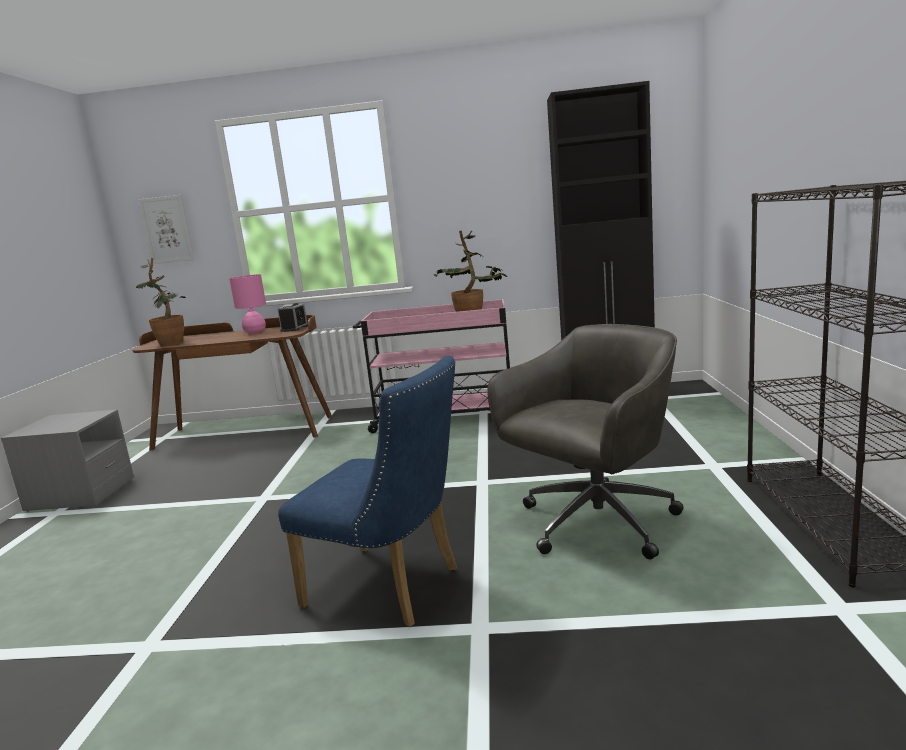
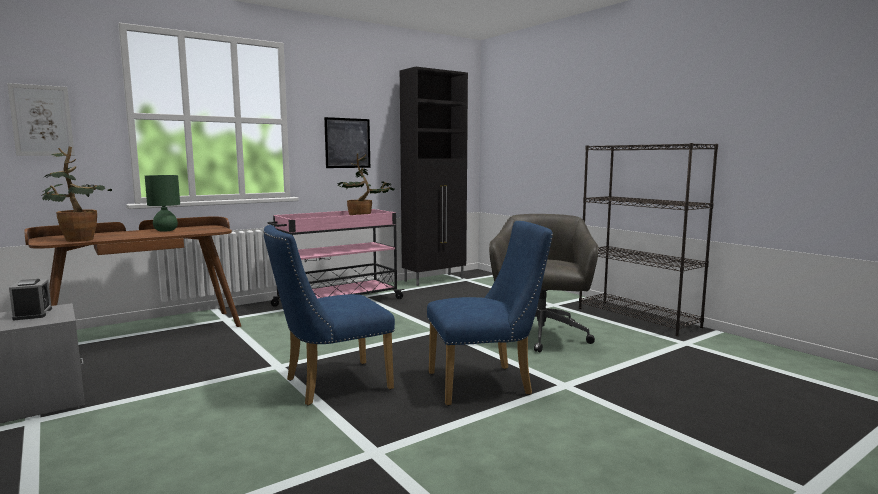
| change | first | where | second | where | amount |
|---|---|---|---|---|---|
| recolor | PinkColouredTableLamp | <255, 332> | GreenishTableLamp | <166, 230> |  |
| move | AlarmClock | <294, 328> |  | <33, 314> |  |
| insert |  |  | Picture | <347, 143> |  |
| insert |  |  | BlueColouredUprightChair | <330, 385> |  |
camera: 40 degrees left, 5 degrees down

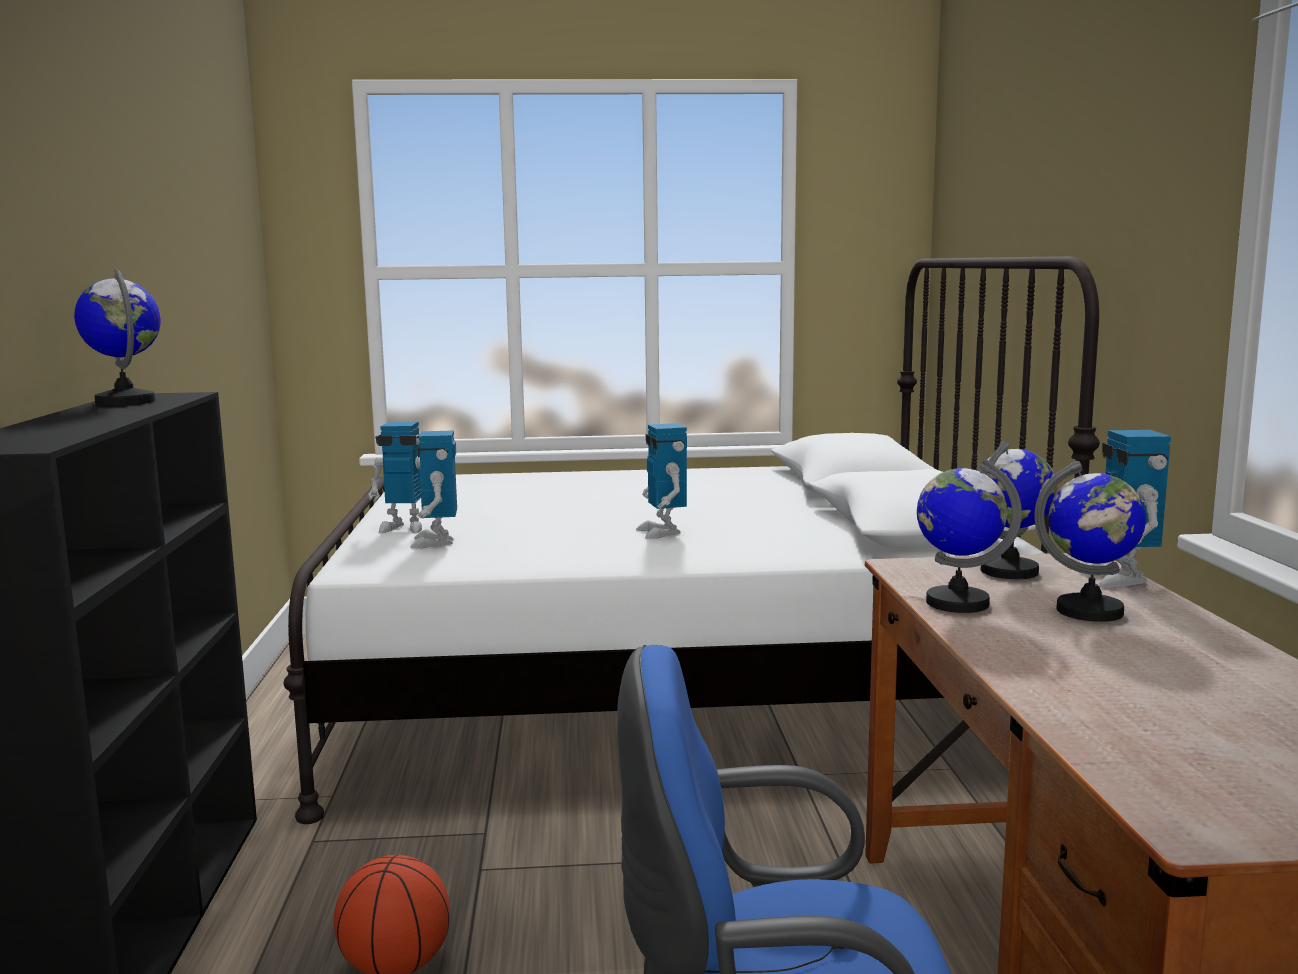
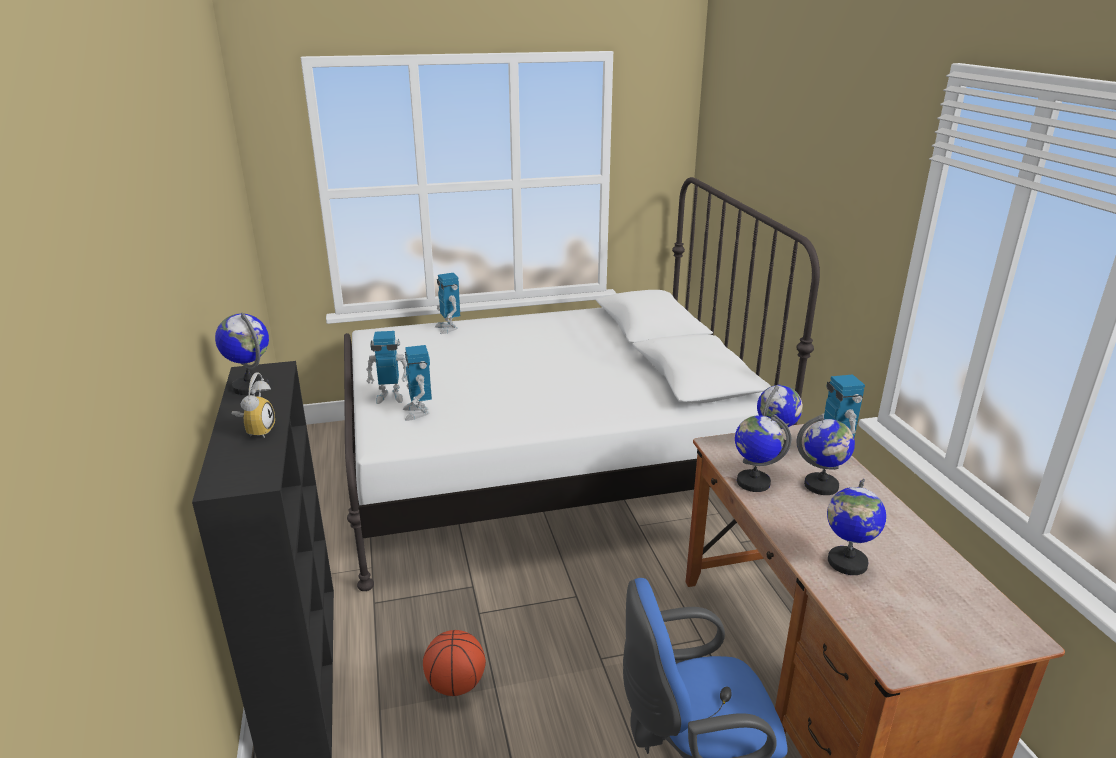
| change | first | where | second | where | amount |
|---|---|---|---|---|---|
| move | ModelRobot | <662, 532> |  | <448, 328> |  |
| insert |  |  | AlarmClock | <257, 430> |  |
| insert |  |  | WorldGlobe | <846, 562> |  |
camera: 10 degrees left, 15 degrees up

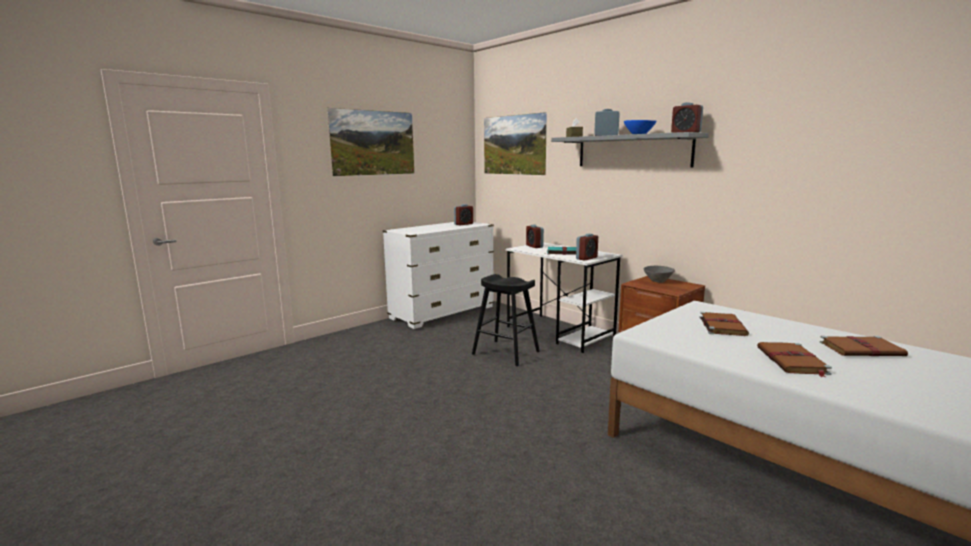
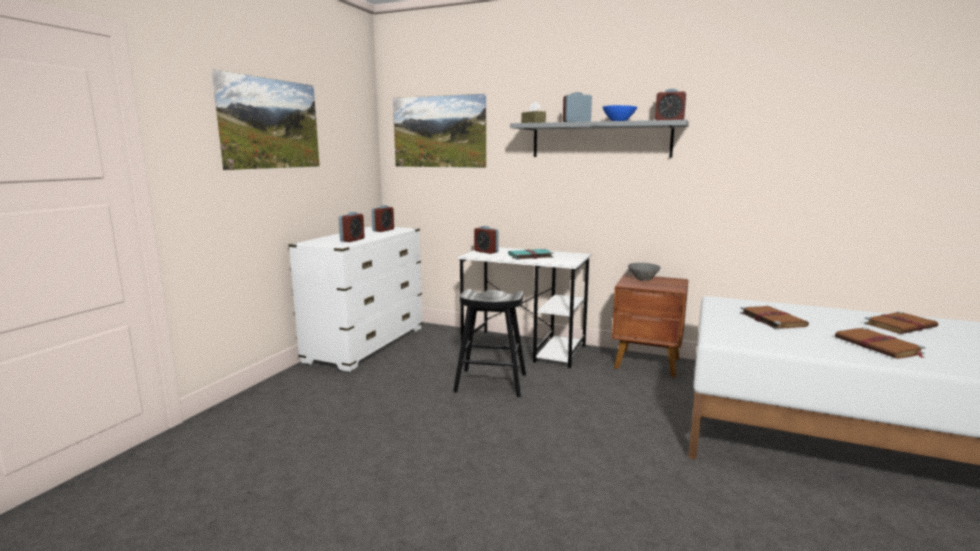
| change | first | where | second | where | amount |
|---|---|---|---|---|---|
| move | AlarmClock | <586, 258> |  | <352, 240> |  |
camera: 25 degrees left, 0 degrees up

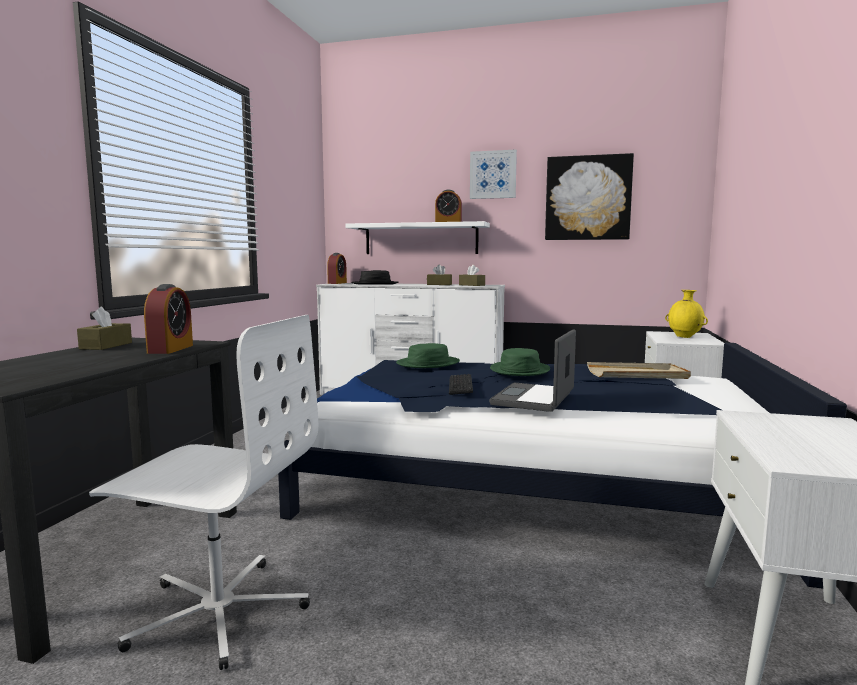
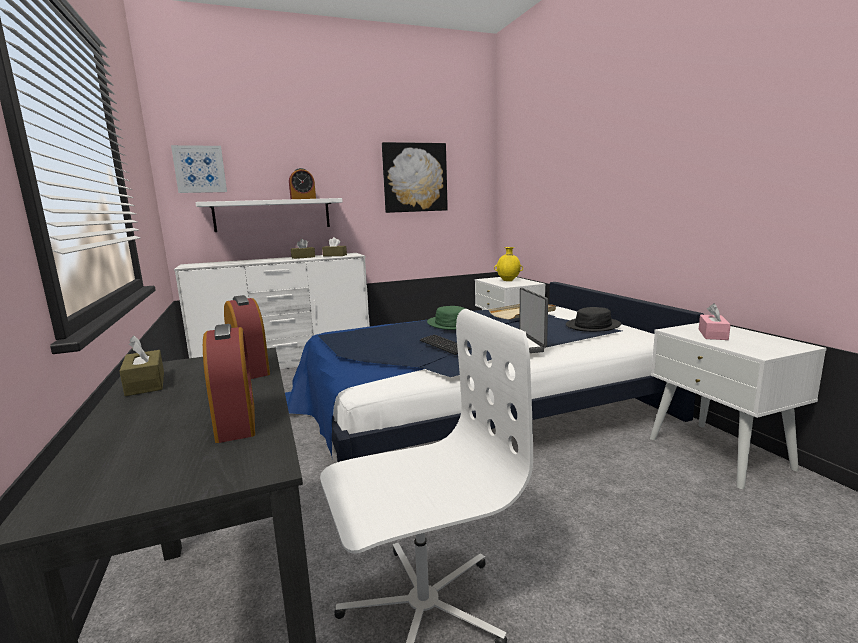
| change | first | where | second | where | amount |
|---|---|---|---|---|---|
| move | Picture | <493, 174> |  | <200, 169> |  |
| move | AlarmClock | <337, 283> |  | <236, 422> |  |
| move | BlackColouredClothingHat | <375, 284> |  | <593, 326> |  |
| delete | GreenishClothingHat | <428, 363> |  |  |  |
| insert |  |  | PinkColouredTissueHolder | <712, 334> |  |
camera: 35 degrees left, 5 degrees up

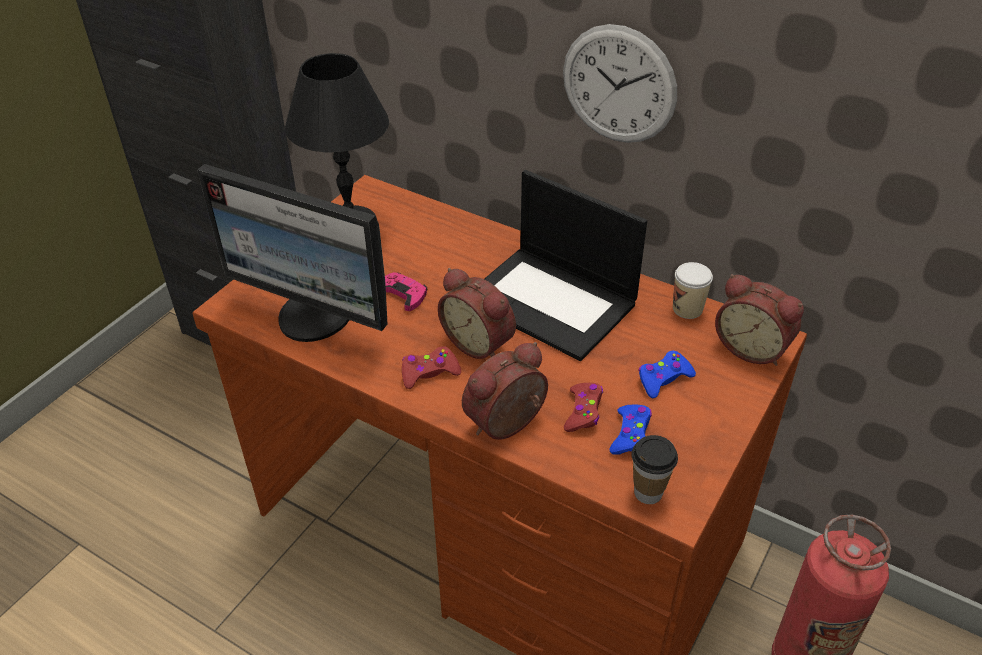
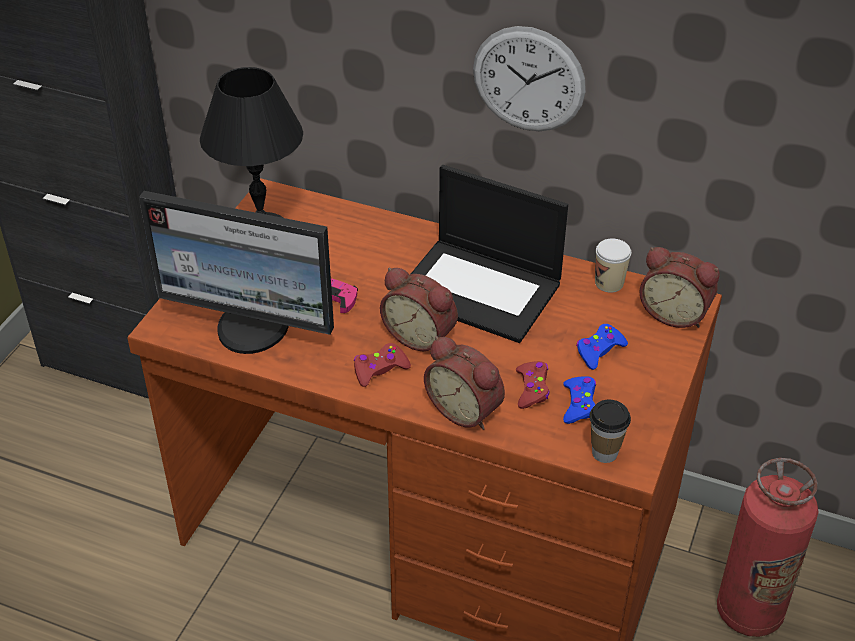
| change | first | where | second | where | amount |
|---|---|---|---|---|---|
| rotate | AlarmClock | <508, 425> |  | <466, 409> | 90 degrees counterclockwise |
camera: 10 degrees left, 0 degrees up

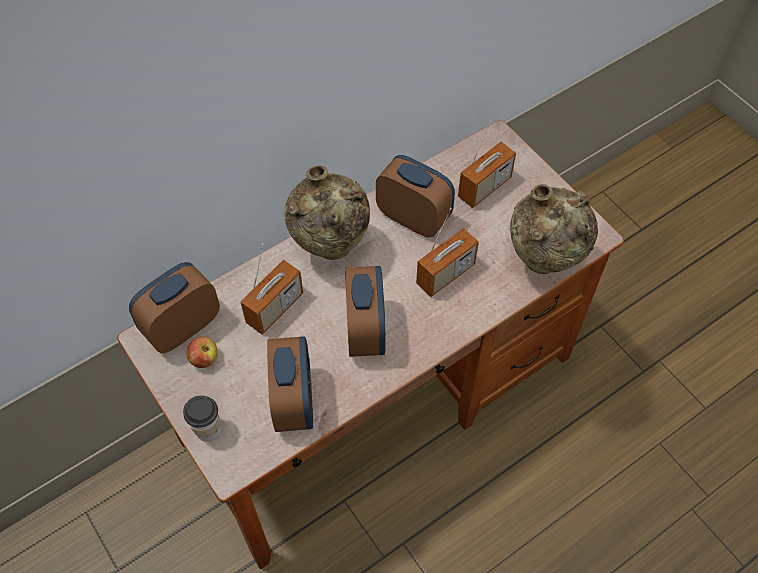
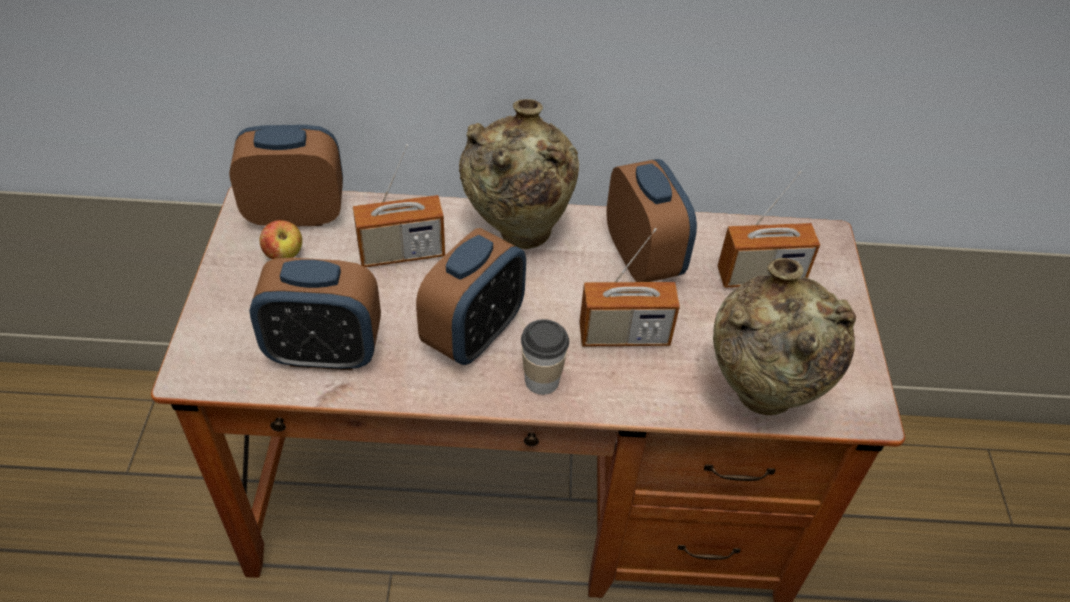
| change | first | where | second | where | amount |
|---|---|---|---|---|---|
| rotate | AlarmClock | <294, 401> |  | <324, 352> | 60 degrees clockwise |
| move | SmallCup | <208, 430> |  | <542, 380> |  |
camera: 35 degrees right, 10 degrees down

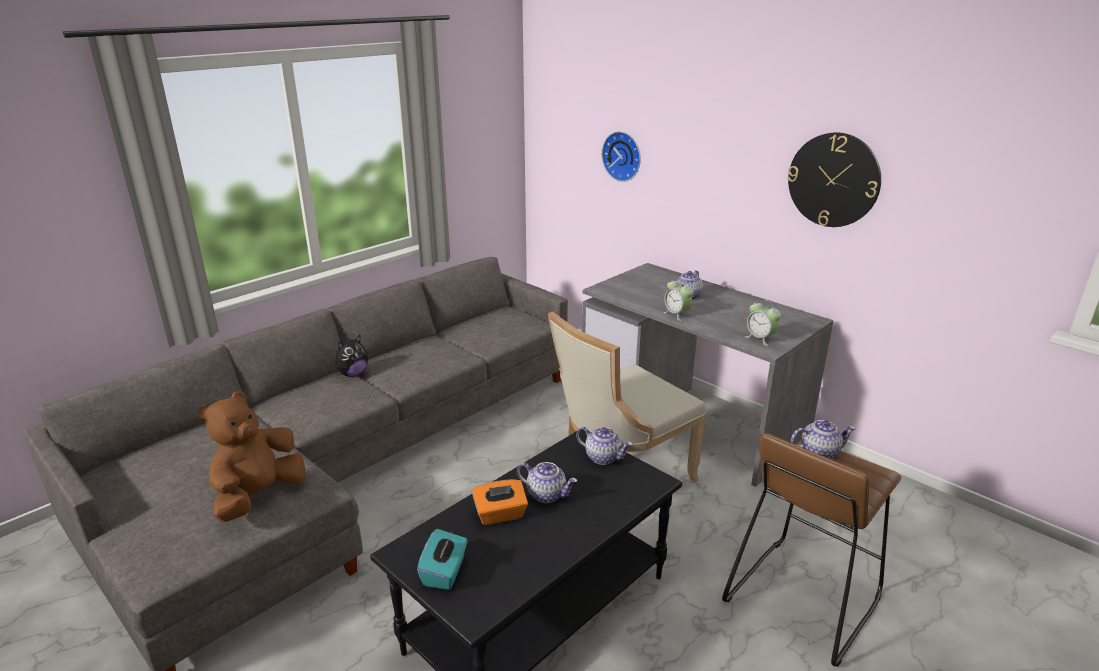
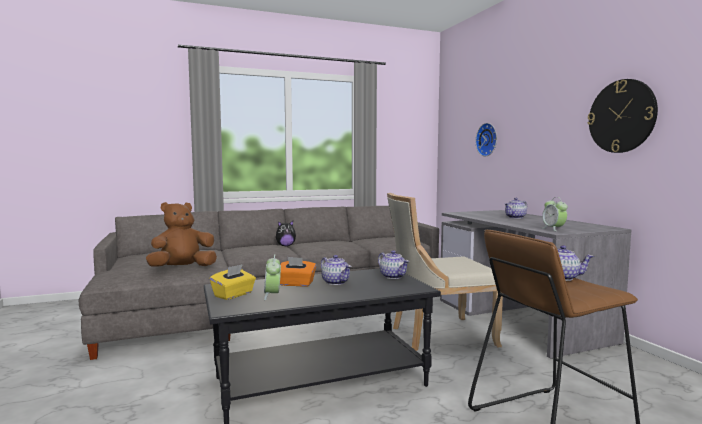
| change | first | where | second | where | amount |
|---|---|---|---|---|---|
| move | AlarmClock | <676, 314> |  | <272, 295> |  |
| recolor | BlueGreenTissueHolder | <445, 572> | YellowColouredTissueHolder | <233, 295> |  |
camera: 25 degrees right, 20 degrees down

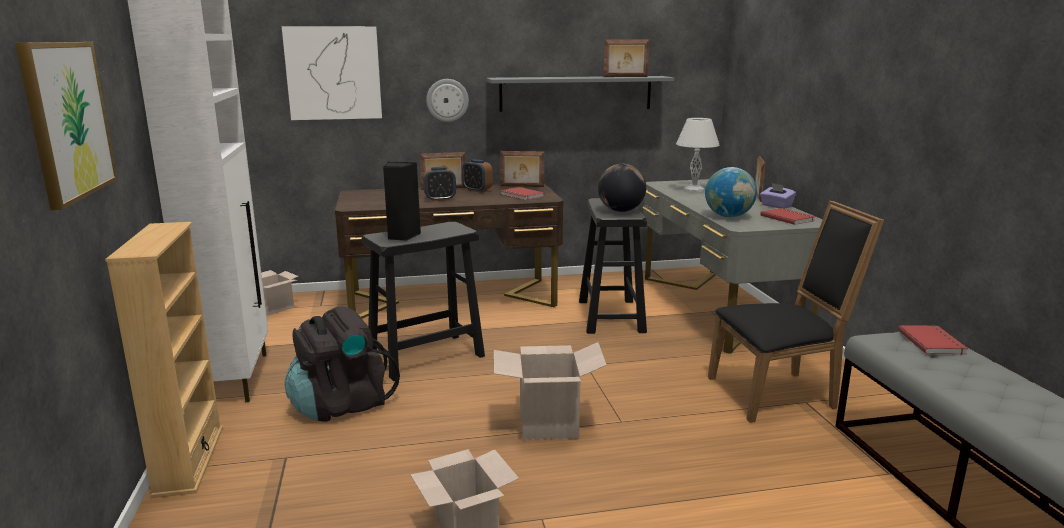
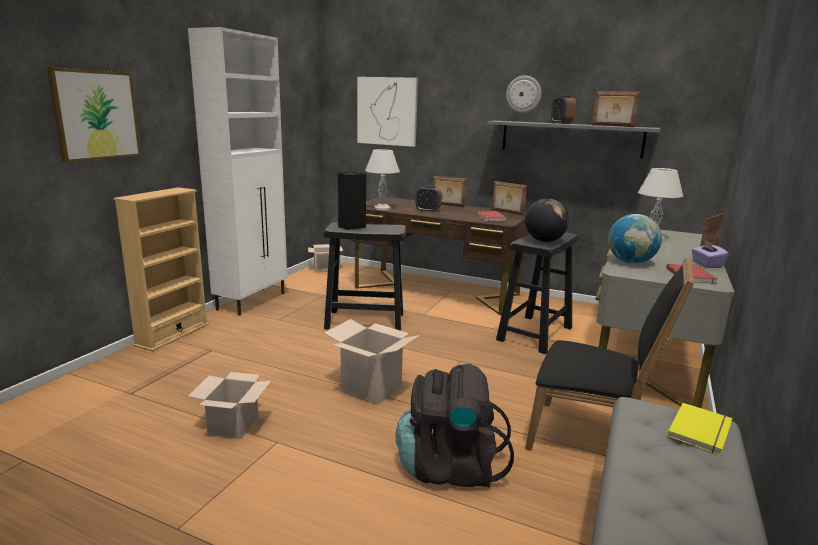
| change | first | where | second | where | amount |
|---|---|---|---|---|---|
| move | WallClock | <447, 100> |  | <523, 94> |  |
| move | AlarmClock | <477, 190> |  | <561, 123> |  |
| move | BlackColouredBackpack | <341, 405> |  | <449, 467> |  |
| recolor | RedBoundBook | <933, 342> | YellowColouredBoundBook | <702, 431> |  |
| insert |  |  | WhitishTableLamp | <381, 208> |  |
camera: 35 degrees right, 0 degrees up

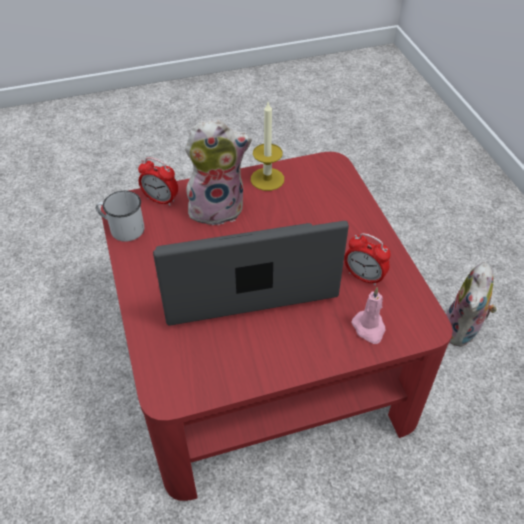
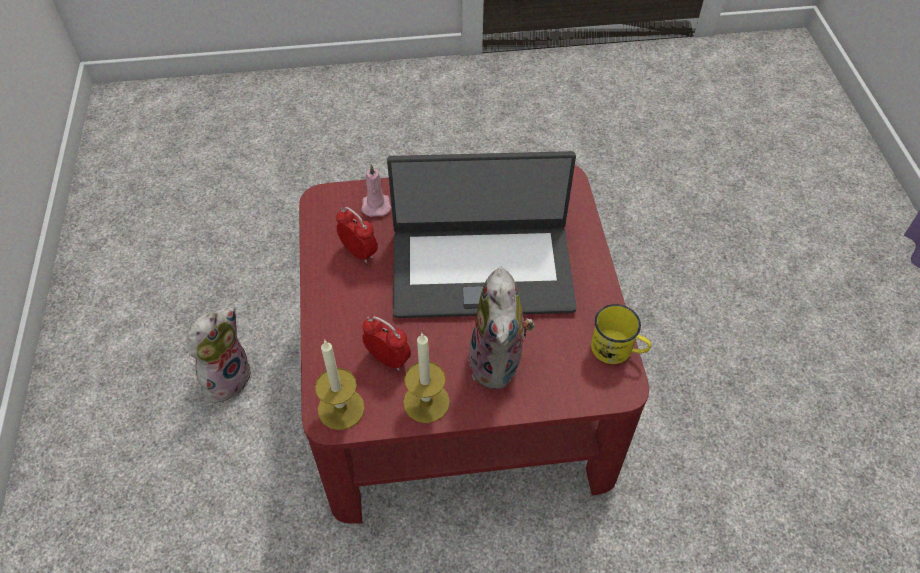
| change | first | where | second | where | amount |
|---|---|---|---|---|---|
| rotate | SoftToy | <217, 208> |  | <499, 363> | 90 degrees counterclockwise |
| move | AlarmClock | <161, 200> |  | <388, 359> |  |
| recolor | WhitishCoffeeMug | <122, 228> | YellowColouredCoffeeMug | <617, 350> |  |
| insert |  |  | WaxLight | <341, 408> |  |
camera: 170 degrees left, 5 degrees up

